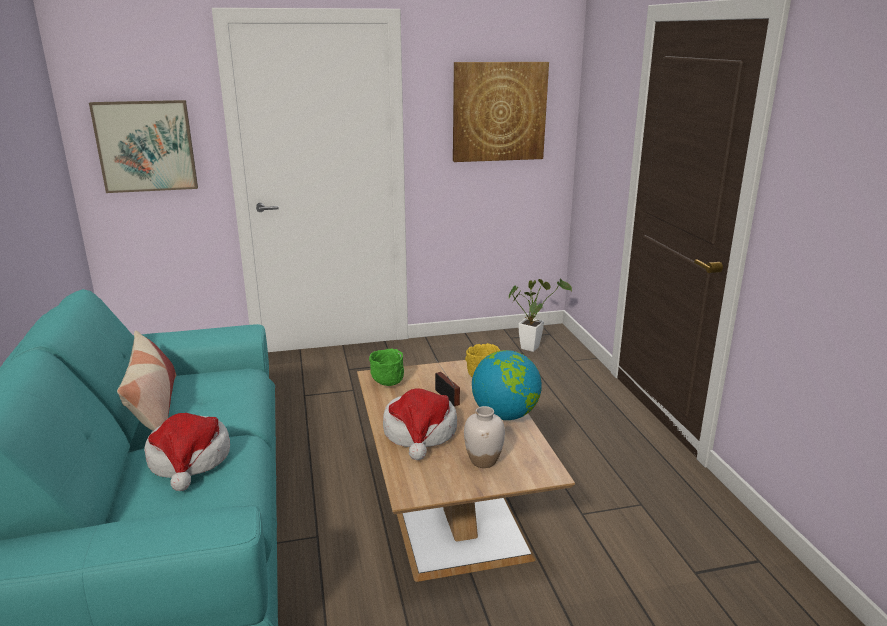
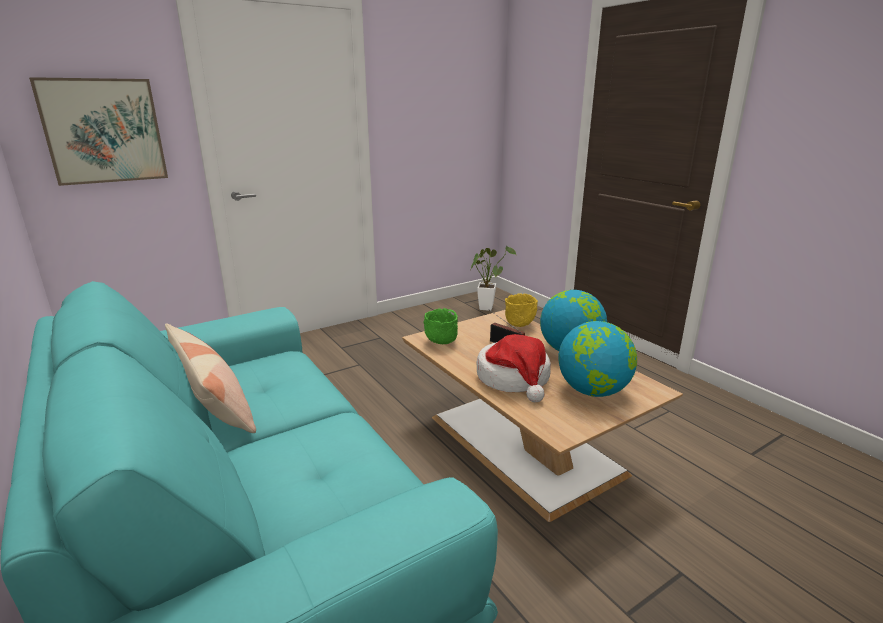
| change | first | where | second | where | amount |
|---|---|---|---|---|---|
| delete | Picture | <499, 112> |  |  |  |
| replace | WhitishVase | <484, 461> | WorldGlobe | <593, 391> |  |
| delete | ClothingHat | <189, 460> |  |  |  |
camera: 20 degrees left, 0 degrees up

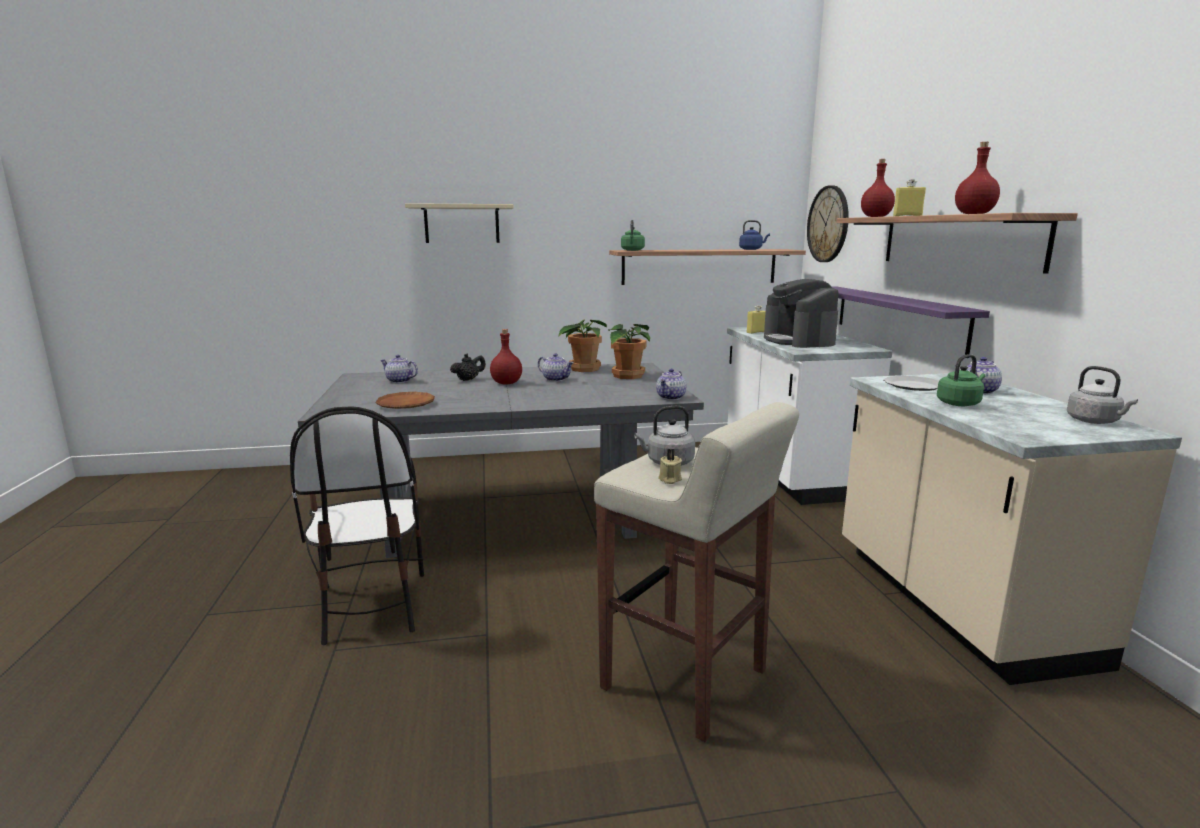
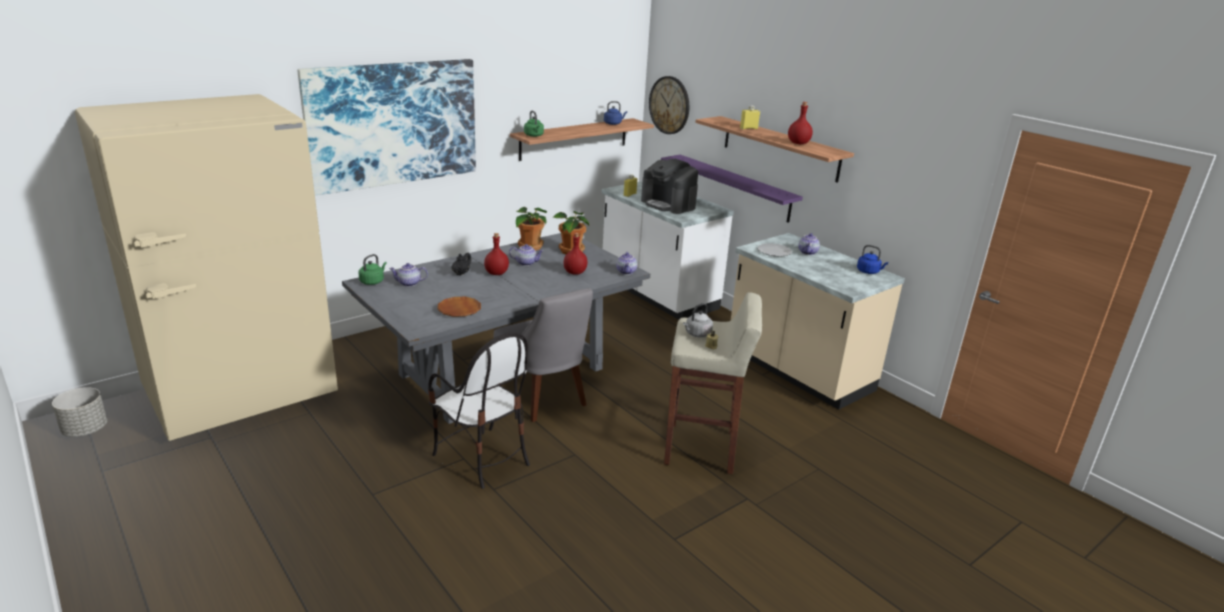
| change | first | where | second | where | amount |
|---|---|---|---|---|---|
| move | RedBeverageBottle | <876, 217> |  | <575, 272> |  |
| replace | BeigeWallShelf | <462, 224> | Picture | <393, 124> |  |
| move | GreenishWaterKettle | <959, 403> |  | <373, 281> |  |
| recolor | GreyishWaterKettle | <1095, 421> | BlueColouredWaterKettle | <869, 272> |  |
| insert |  |  | BeigeFridge | <242, 394> |  |
| insert |  |  | GreyishUprightChair | <543, 398> |  |
| insert |  |  | GreyishPlantPot | <85, 430> |  |
camera: 30 degrees left, 10 degrees up

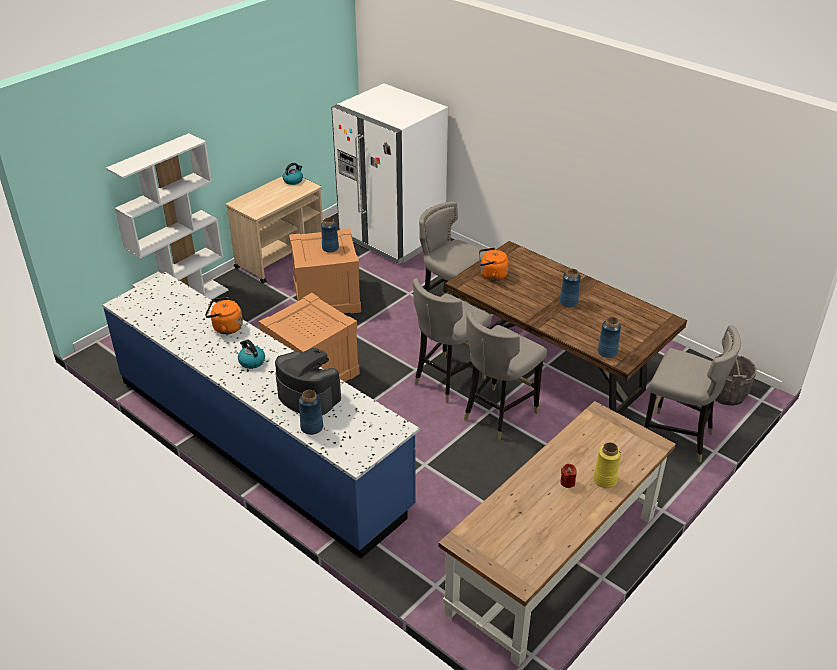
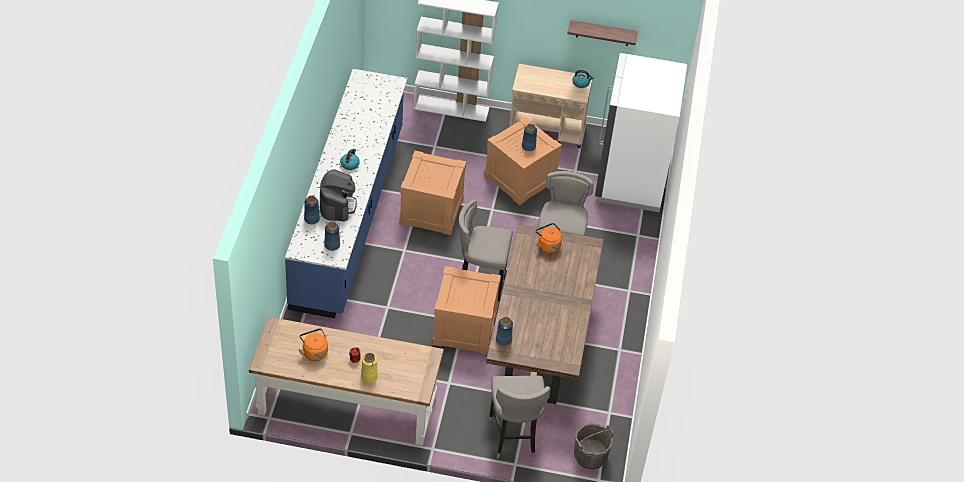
| change | first | where | second | where | amount |
|---|---|---|---|---|---|
| move | BlueColouredVase | <569, 302> |  | <332, 245> |  |
| move | OrangeColouredWaterKettle | <225, 327> |  | <314, 352> |  |
| replace | GreyishStool | <498, 414> | PackingCrate | <464, 327> |  |
| insert |  |  | WallShelf | <602, 33> |  |
camera: 55 degrees right, 10 degrees up

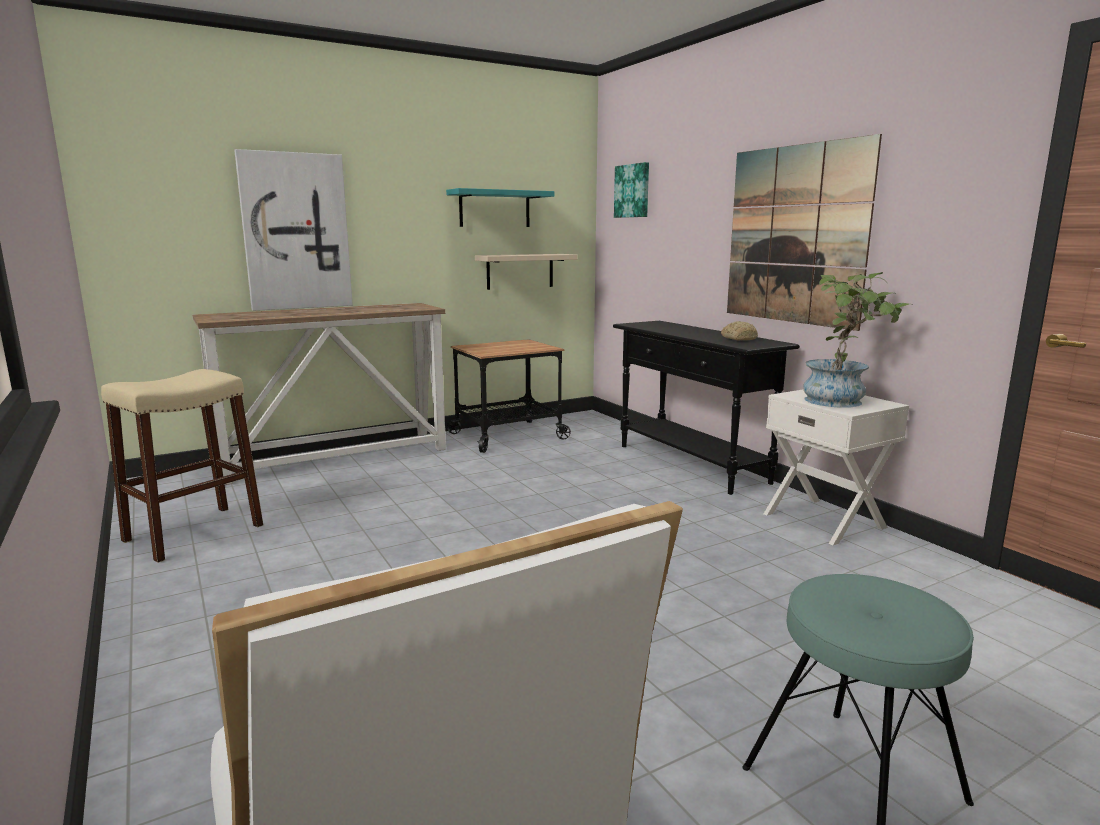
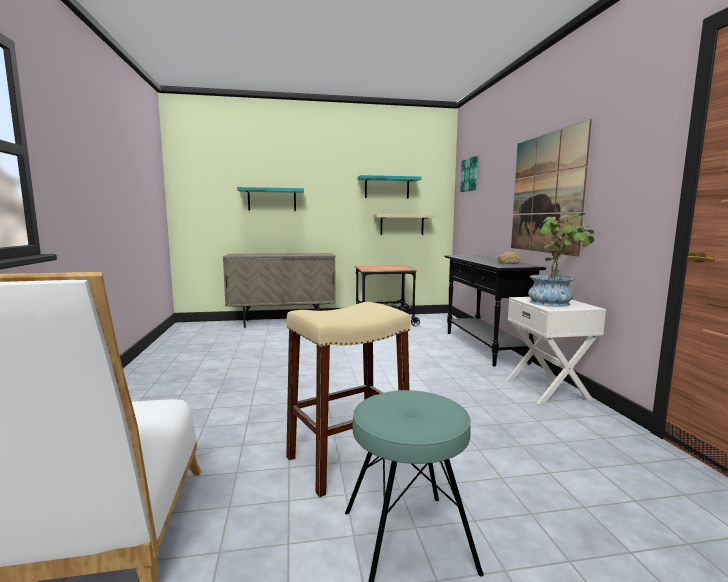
| change | first | where | second | where | amount |
|---|---|---|---|---|---|
| replace | Picture | <296, 232> | BlueGreenWallShelf | <272, 199> |  |
| replace | HallTable | <336, 457> | BeigeCabinet | <282, 322> |  |
| move | BeigeStool | <193, 533> |  | <347, 459> |  |
camera: 20 degrees right, 5 degrees down

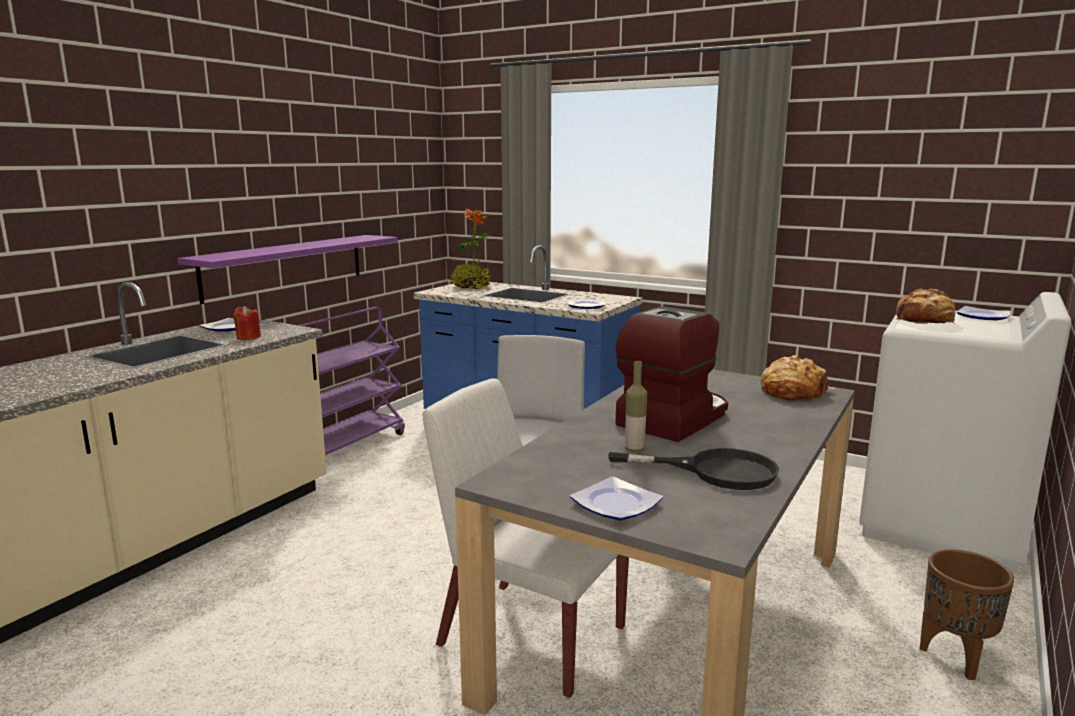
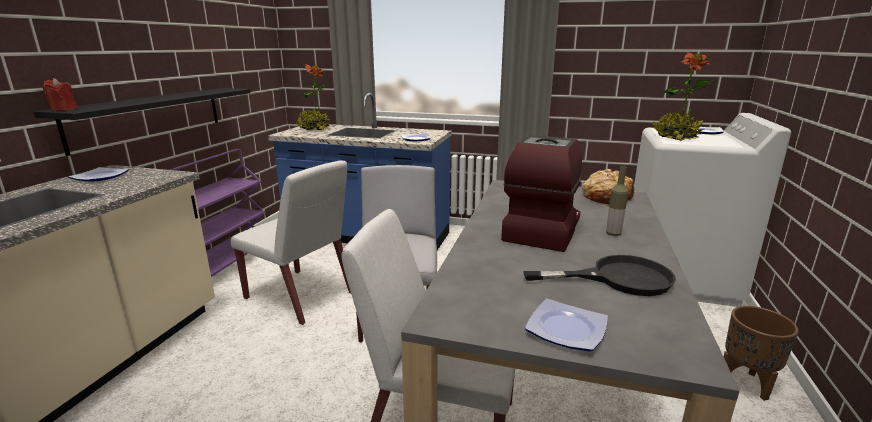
| change | first | where | second | where | amount |
|---|---|---|---|---|---|
| recolor | PurpleWallShelf | <286, 266> | BlackColouredWallShelf | <150, 117> |  |
| replace | BakedBread | <924, 321> | Houseplant | <675, 137> |  |
| move | RedWaxLight | <248, 337> |  | <63, 109> |  |
| move | BeverageBottle | <634, 449> |  | <613, 234> |  |
| insert |  |  | WhitishUprightChair | <300, 296> |  |
camera: 15 degrees left, 5 degrees up

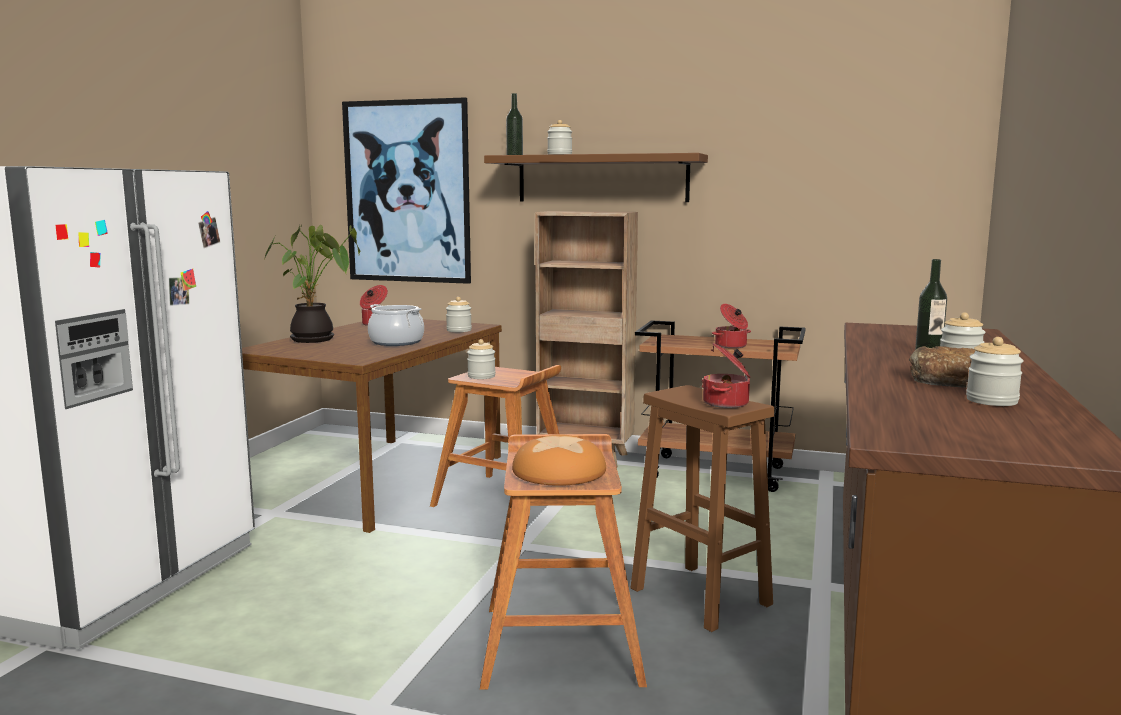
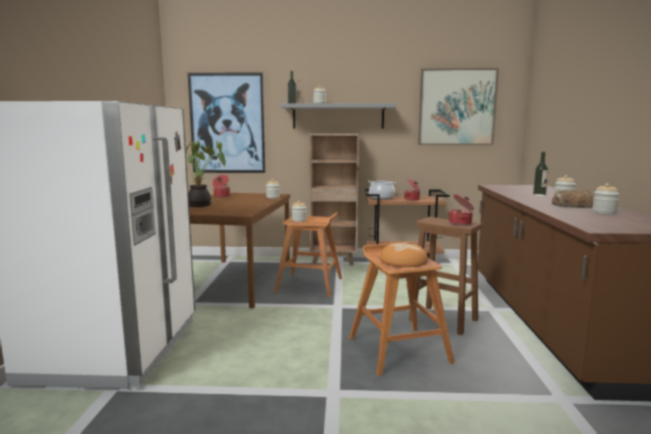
| change | first | where | second | where | amount |
|---|---|---|---|---|---|
| recolor | BrownColouredWallShelf | <602, 179> | GreyishWallShelf | <338, 116> |  |
| move | CookingPot | <396, 342> |  | <381, 198> |  |
| insert |  |  | Picture | <457, 107> |  |
camera: 15 degrees left, 0 degrees up

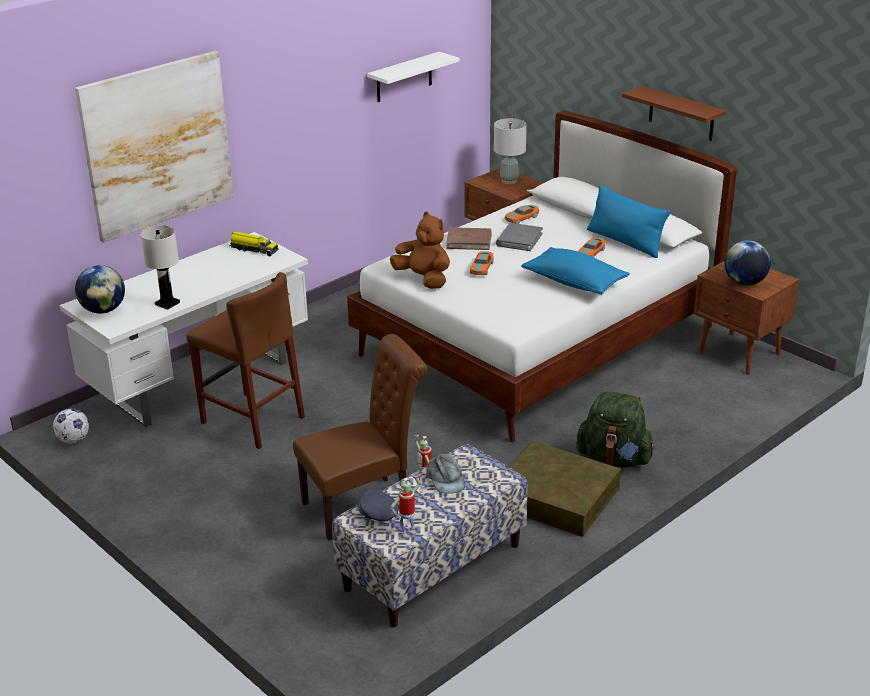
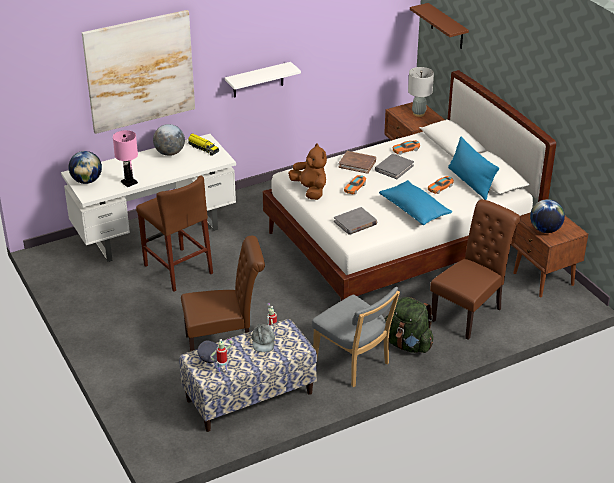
| change | first | where | second | where | amount |
|---|---|---|---|---|---|
| move | WhitishWallShelf | <404, 77> |  | <258, 80> |  |
| move | BrownColouredWallShelf | <681, 114> |  | <447, 27> |  |
| recolor | WhitishTableLamp | <167, 304> | PinkColouredTableLamp | <129, 182> |  |
| delete | Football | <74, 440> |  |  |  |
| replace | BrownColouredStorageBin | <556, 497> | GreyishUprightChair | <354, 364> |  |
| insert |  |  | WorldGlobe | <169, 153> |  |
| insert |  |  | BrownColouredUprightChair | <470, 313> |  |
| insert |  |  | GreyishBoundBook | <355, 223> |  |
camera: 15 degrees right, 5 degrees up

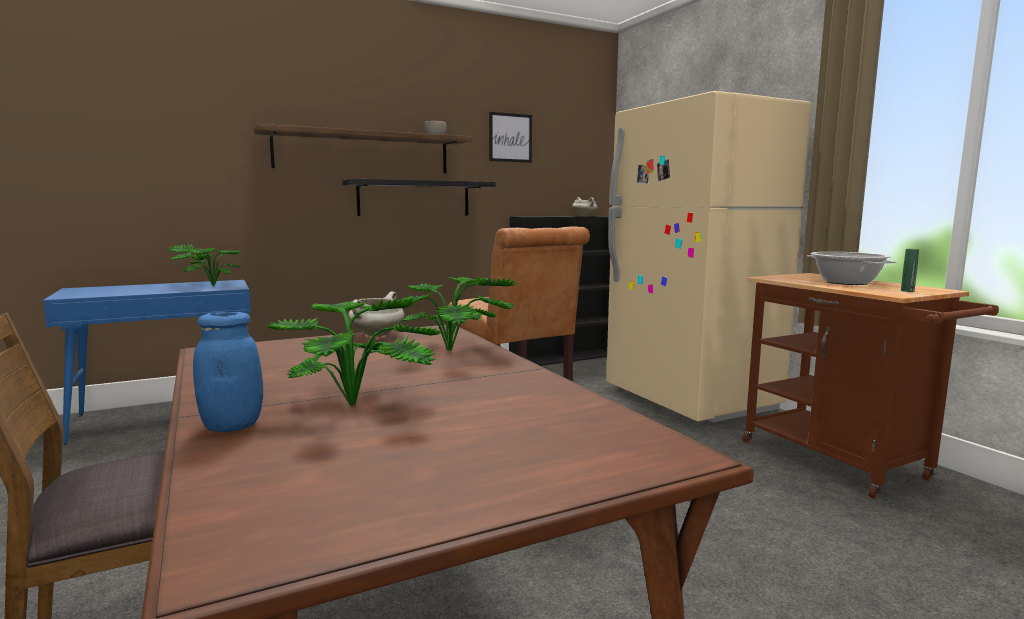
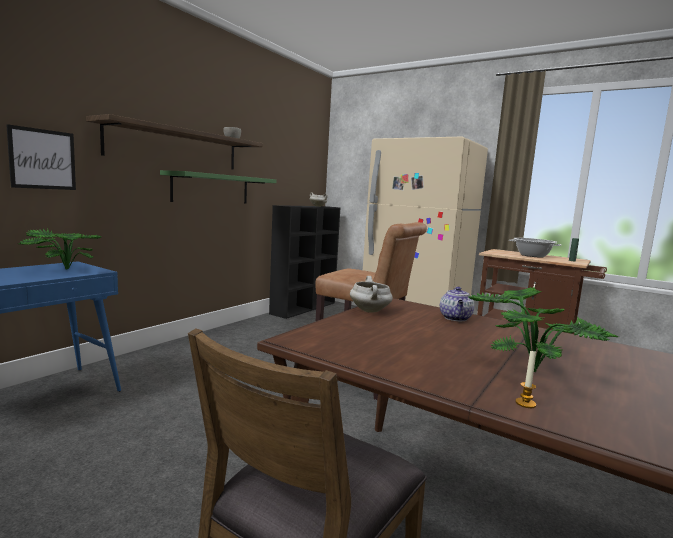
| change | first | where | second | where | amount |
|---|---|---|---|---|---|
| move | Picture | <510, 137> |  | <43, 159> |  |
| recolor | BlackColouredWallShelf | <414, 198> | GreenishWallShelf | <211, 188> |  |
| replace | Houseplant | <457, 350> | PotForTea | <455, 318> |  |
| replace | BlueColouredJar | <232, 425> | WaxLight | <525, 403> |  |
camera: 30 degrees left, 0 degrees up

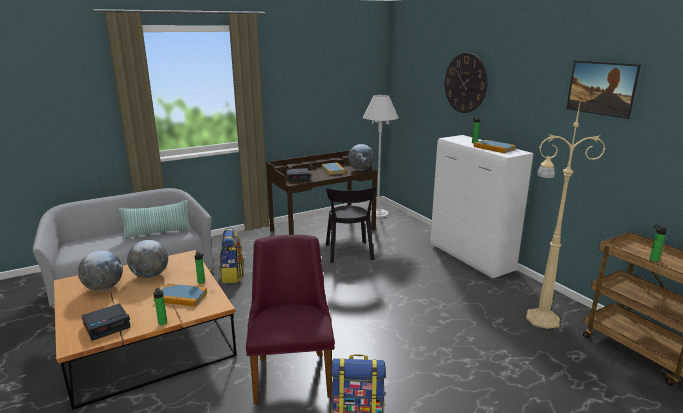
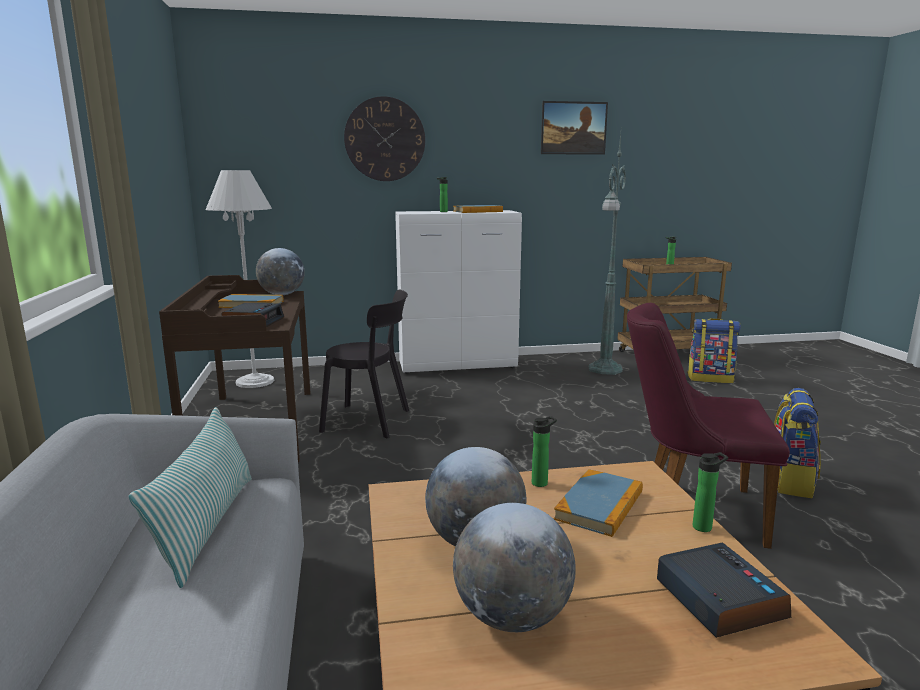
| change | first | where | second | where | amount |
|---|---|---|---|---|---|
| recolor | BeigeFloorLamp | <540, 319> | GreenishFloorLamp | <604, 369> |  |
| move | Backpack | <232, 275> |  | <710, 378> |  |
camera: 70 degrees left, 5 degrees down

